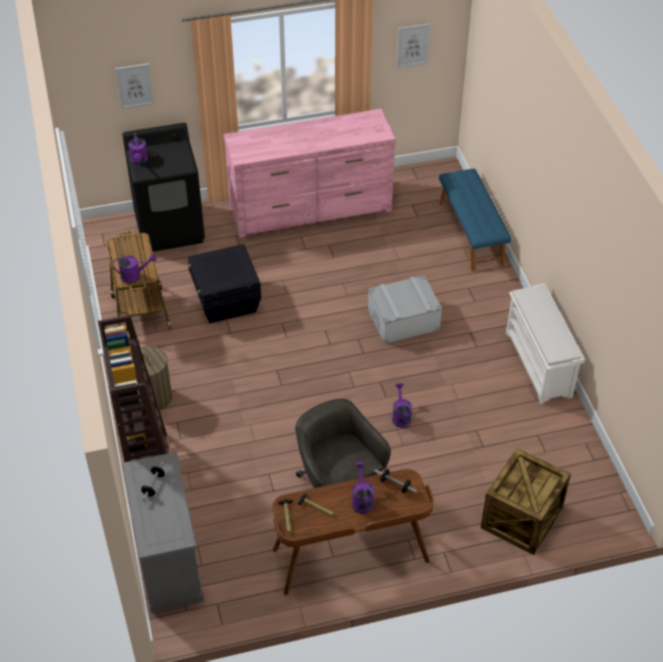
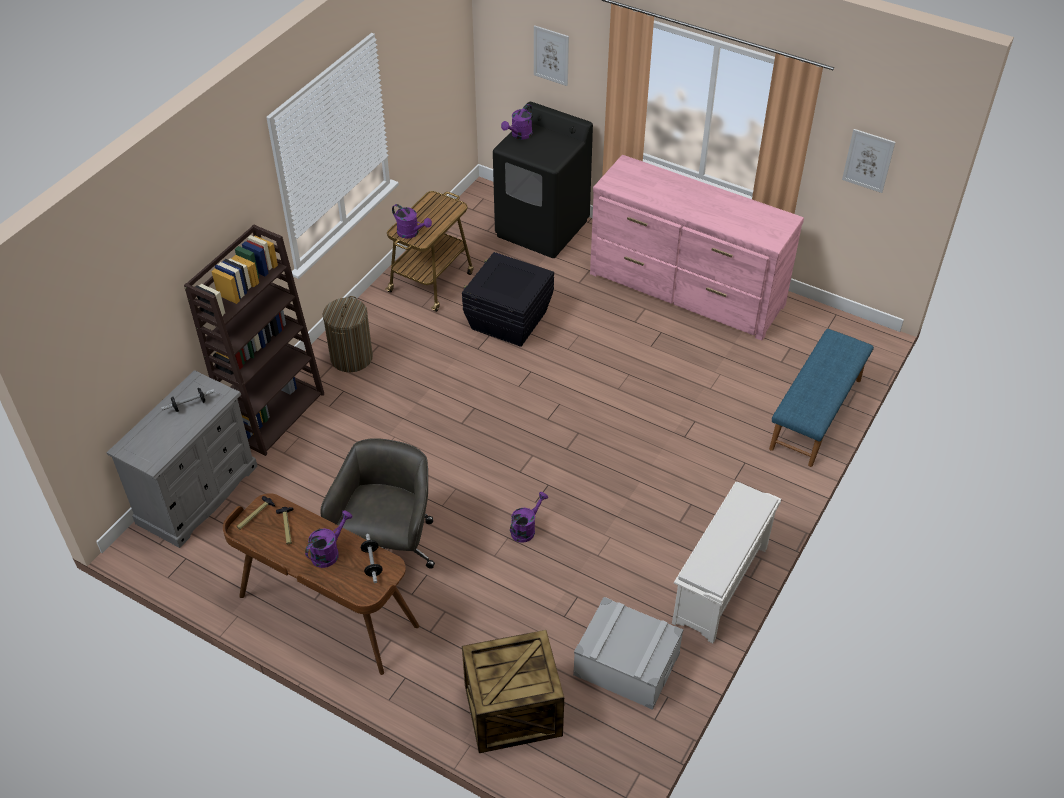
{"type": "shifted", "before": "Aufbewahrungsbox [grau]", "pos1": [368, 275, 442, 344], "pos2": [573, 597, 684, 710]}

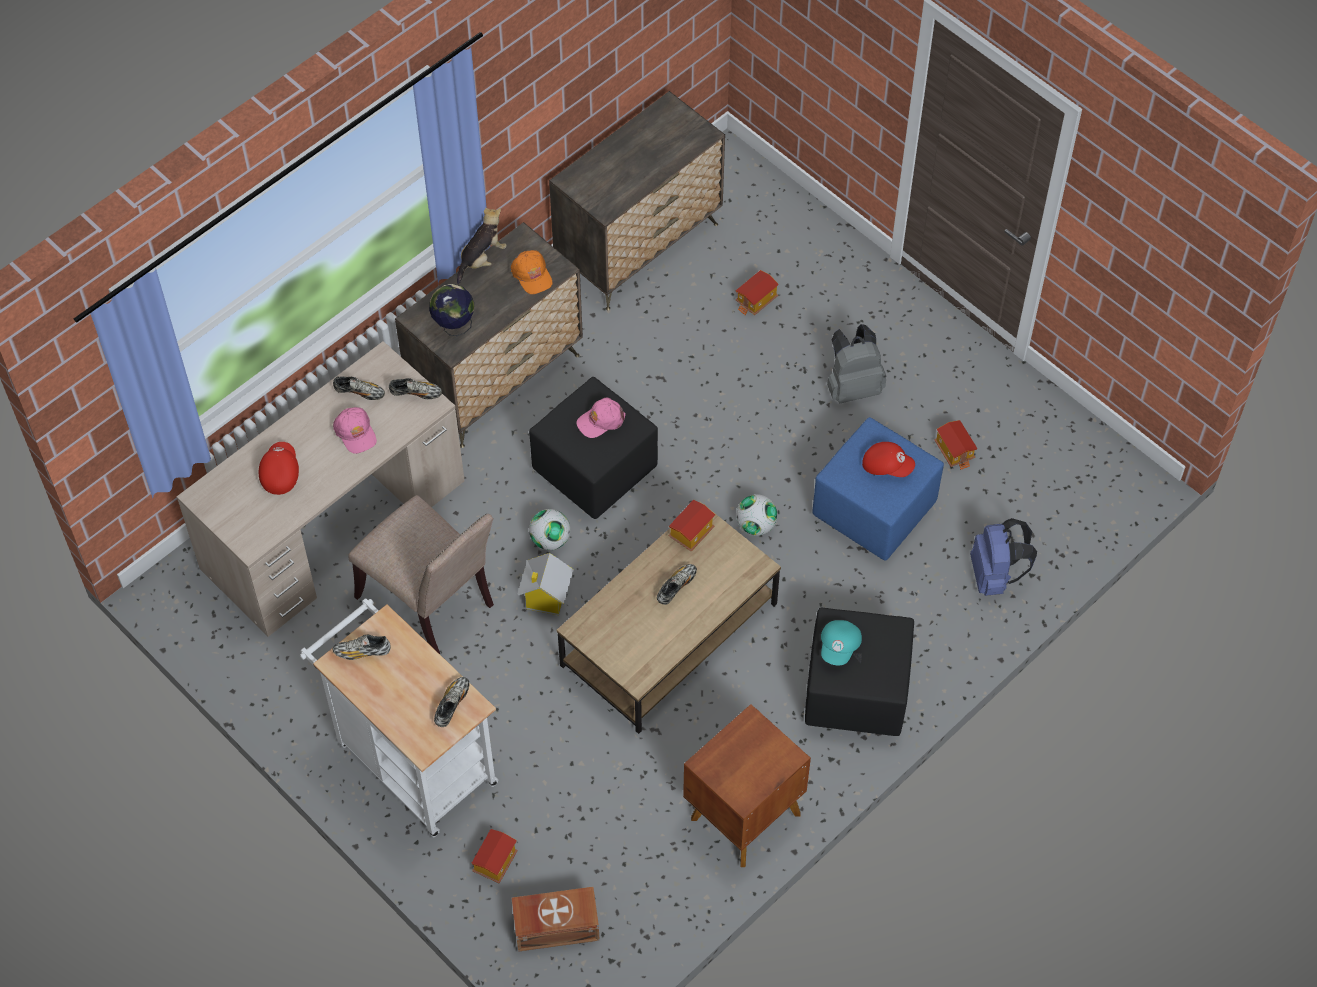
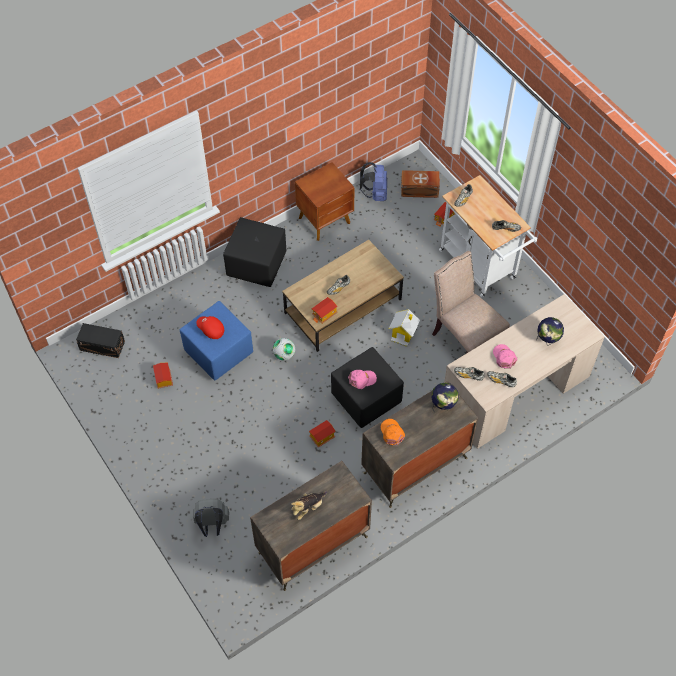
{"type": "swapped", "before": "Kappe [rot]", "after": "Globus", "pos1": [259, 442, 299, 495], "pos2": [536, 317, 564, 346]}
{"type": "shifted", "before": "Plüschtier", "pos1": [457, 208, 507, 284], "pos2": [291, 491, 327, 520]}
{"type": "gone", "before": "Fußball", "pos1": [529, 509, 570, 550]}
{"type": "shifted", "before": "Spielzeughaus", "pos1": [735, 270, 779, 315], "pos2": [309, 420, 335, 448]}
{"type": "gone", "before": "Kappe [türkis]", "pos1": [821, 620, 862, 665]}
{"type": "shifted", "before": "Rucksack [grau]", "pos1": [827, 324, 886, 403], "pos2": [193, 499, 229, 537]}
{"type": "shifted", "before": "Rucksack [blau]", "pos1": [970, 518, 1037, 596], "pos2": [360, 162, 387, 201]}
{"type": "new", "after": "Aufbewahrungsbox [schwarz]", "pos2": [76, 323, 125, 358]}

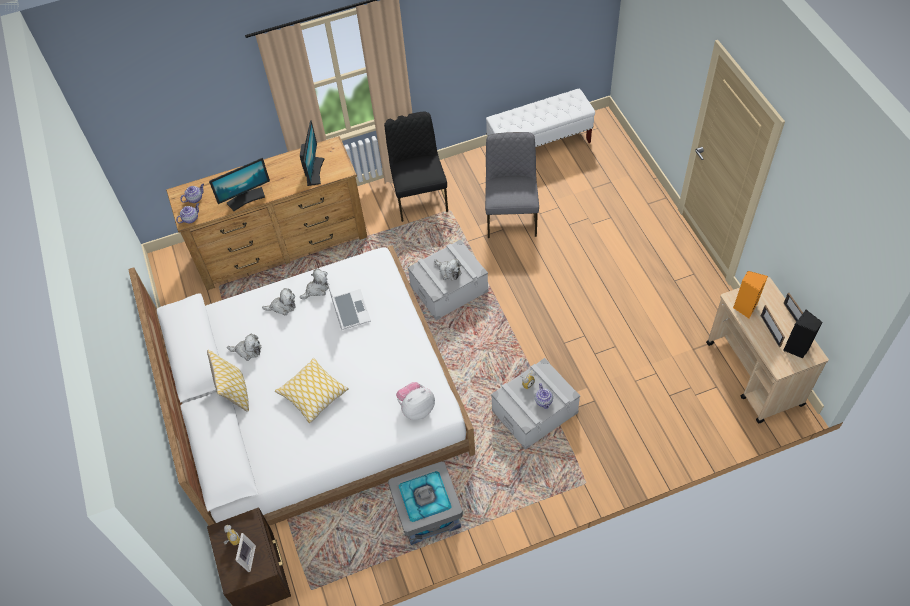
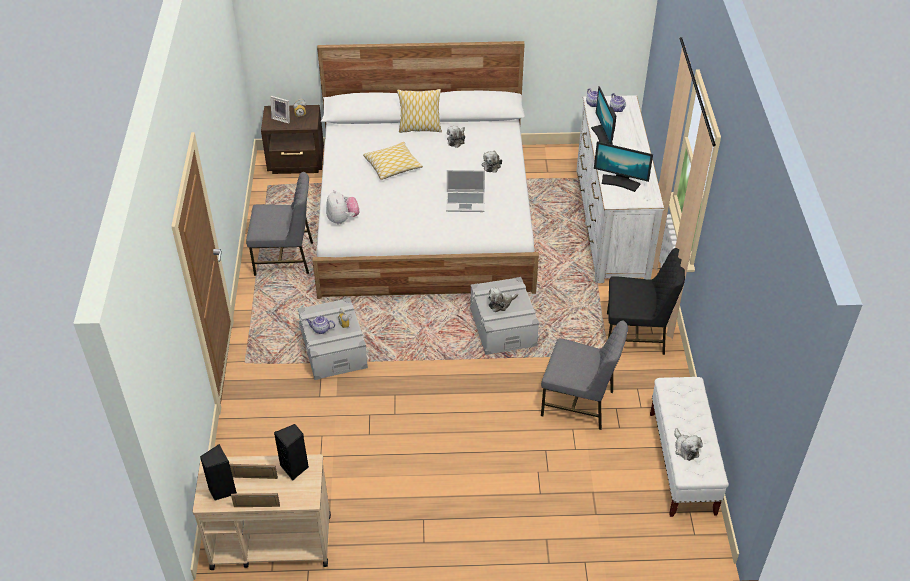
{"type": "repainted", "before": "Kommode [braun]", "after": "Kommode [weiß]", "pos1": [166, 136, 367, 290], "pos2": [576, 95, 665, 283]}
{"type": "shifted", "before": "Plüschtier", "pos1": [300, 269, 329, 299], "pos2": [674, 428, 703, 461]}
{"type": "swapped", "before": "Aufbewahrungsbox [grau]", "after": "Stuhl [grau]", "pos1": [388, 461, 463, 545], "pos2": [246, 172, 313, 276]}
{"type": "repainted", "before": "Lautsprecher [orange]", "after": "Lautsprecher [schwarz]", "pos1": [733, 271, 768, 318], "pos2": [274, 424, 309, 481]}

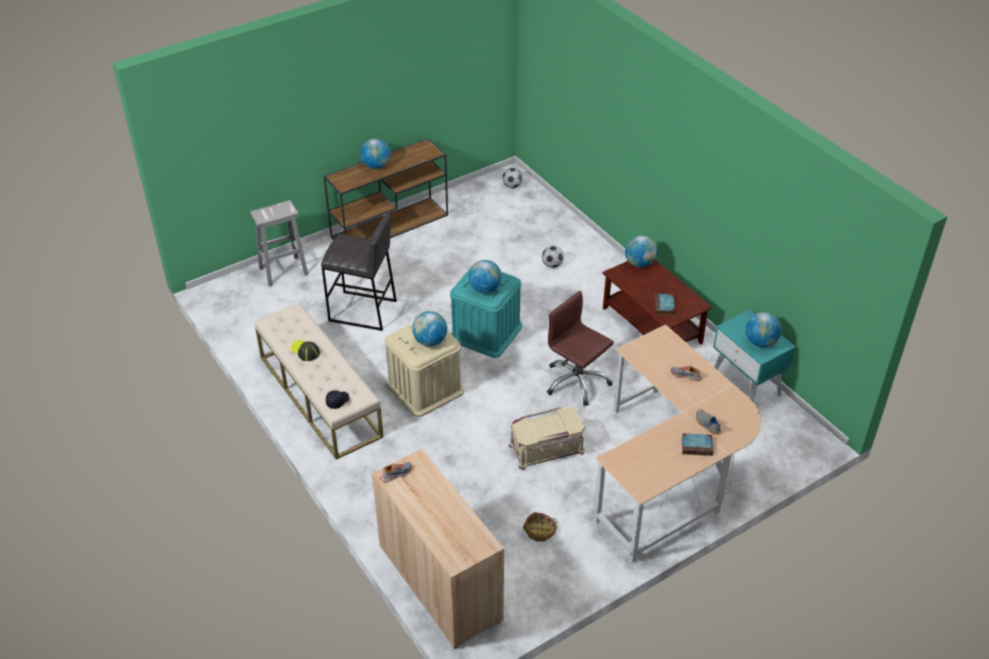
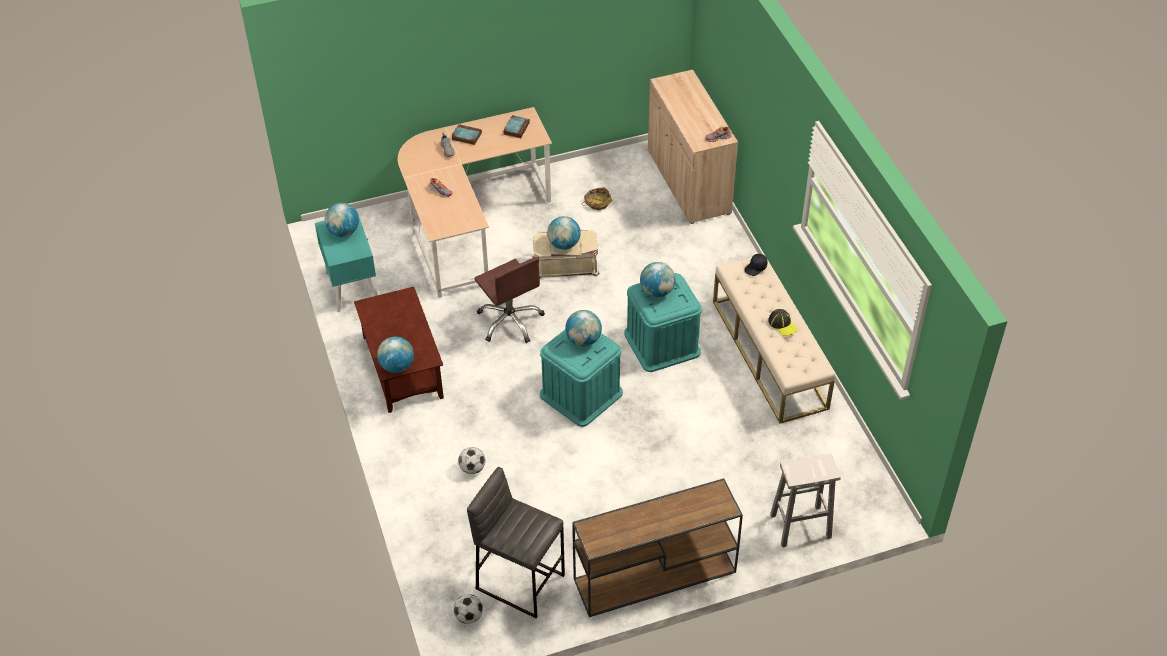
{"type": "shifted", "before": "Hocker [grau]", "pos1": [321, 214, 397, 331], "pos2": [467, 467, 565, 618]}
{"type": "shifted", "before": "Globus", "pos1": [360, 138, 391, 169], "pos2": [547, 216, 581, 250]}
{"type": "repainted", "before": "Aufbewahrungsbox [beige]", "after": "Aufbewahrungsbox [türkis]", "pos1": [385, 324, 464, 417], "pos2": [624, 273, 702, 372]}
{"type": "shifted", "before": "Buch", "pos1": [655, 294, 675, 315], "pos2": [503, 115, 530, 138]}

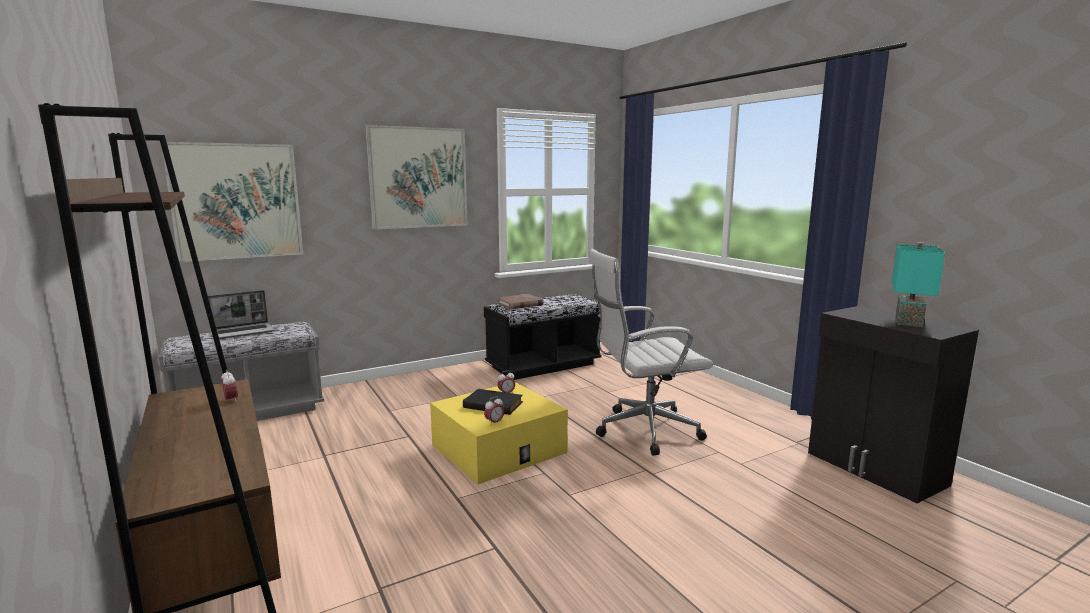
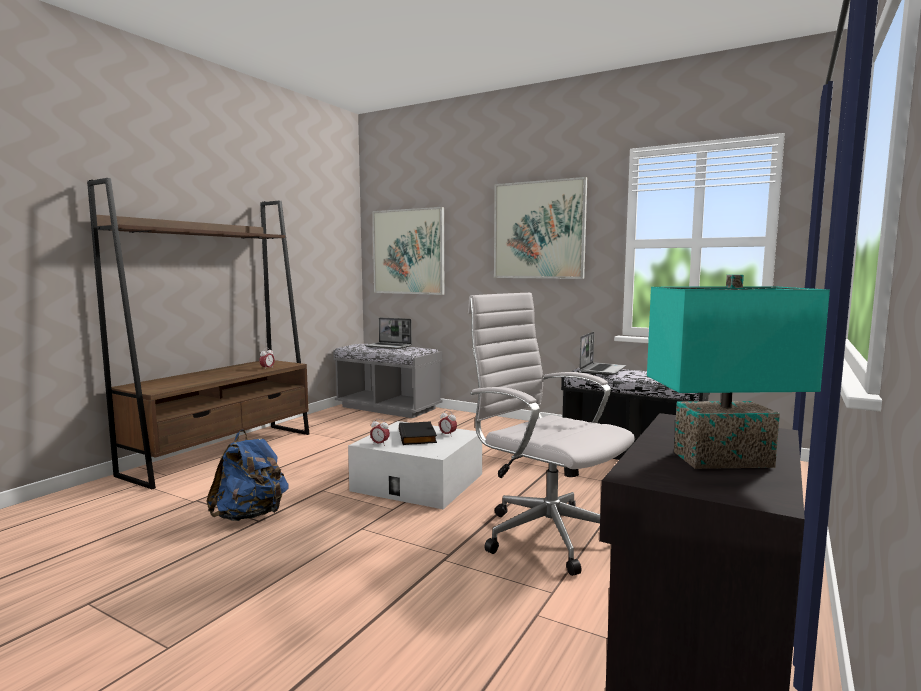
{"type": "repainted", "before": "Aufbewahrungsbox [gelb]", "after": "Aufbewahrungsbox [weiß]", "pos1": [430, 382, 568, 484], "pos2": [348, 421, 482, 509]}
{"type": "swapped", "before": "Buch [braun]", "after": "Laptop", "pos1": [497, 294, 544, 309], "pos2": [579, 331, 626, 375]}
{"type": "new", "after": "Rucksack [blau]", "pos2": [206, 430, 289, 521]}

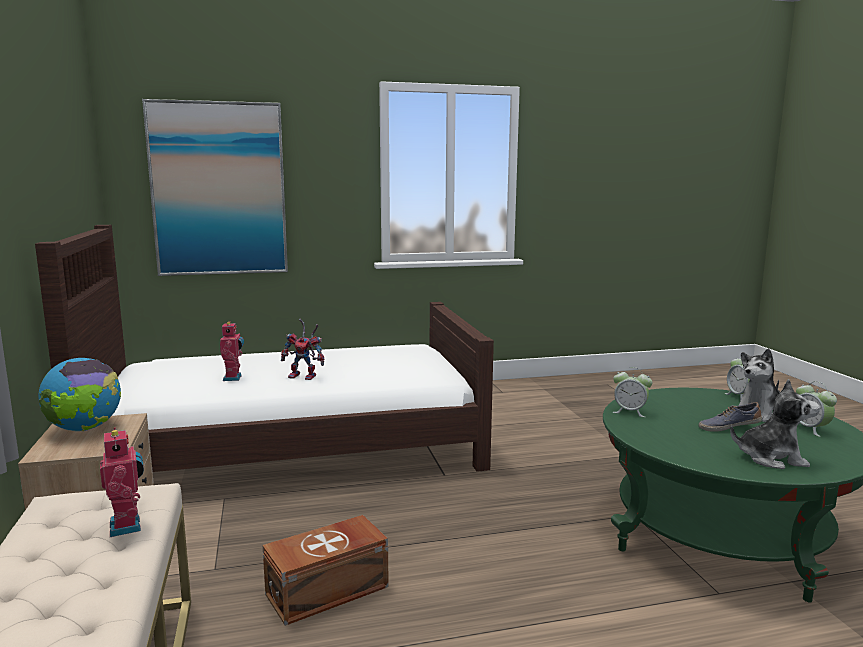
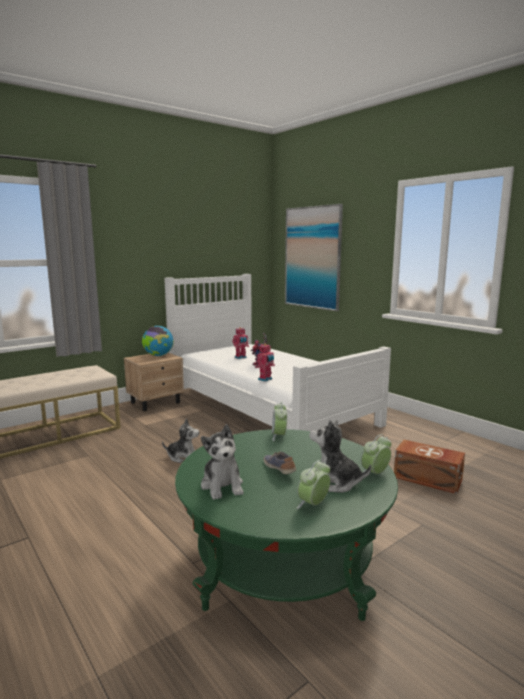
{"type": "repainted", "before": "Bett [braun]", "after": "Bett [weiß]", "pos1": [35, 225, 494, 472], "pos2": [164, 274, 391, 431]}
{"type": "shifted", "before": "Spielzeugroboter", "pos1": [100, 427, 144, 537], "pos2": [257, 344, 275, 382]}
{"type": "shifted", "before": "Aufbewahrungsbox [braun]", "pos1": [262, 515, 389, 626], "pos2": [394, 440, 465, 494]}
{"type": "new", "after": "Plüschtier", "pos2": [162, 419, 200, 463]}

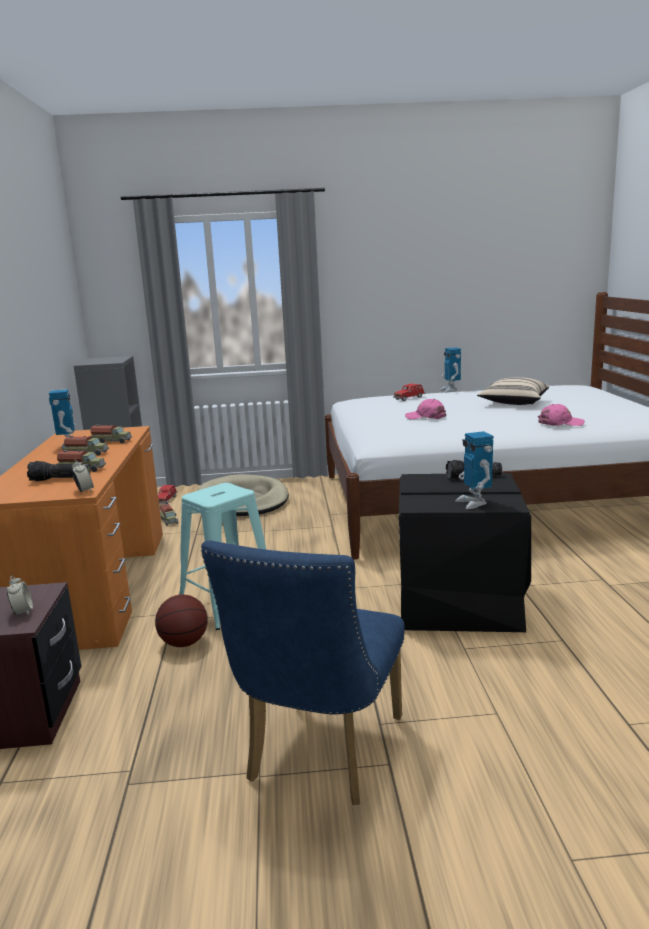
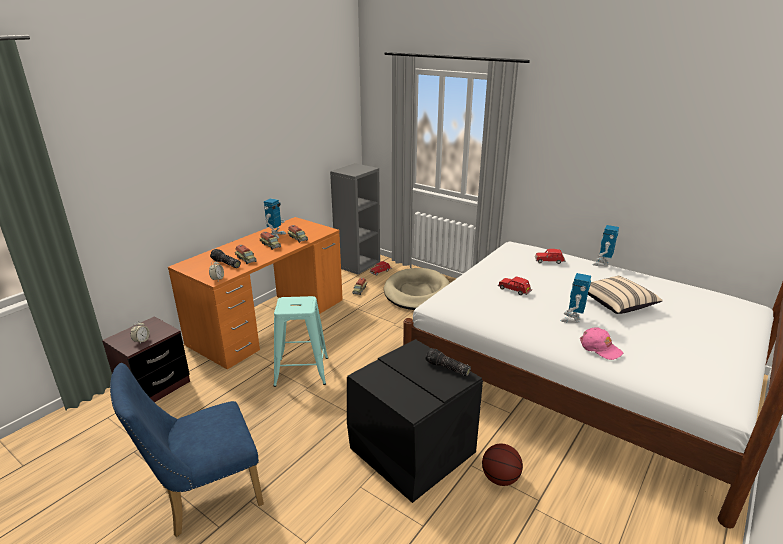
{"type": "shifted", "before": "Basketball", "pos1": [155, 595, 208, 647], "pos2": [482, 443, 523, 486]}
{"type": "swapped", "before": "Kappe [rosa]", "after": "Spielzeugauto [rot]", "pos1": [405, 399, 446, 419], "pos2": [498, 277, 532, 295]}
{"type": "shifted", "before": "Spielzeugroboter", "pos1": [456, 431, 493, 509], "pos2": [561, 273, 591, 323]}

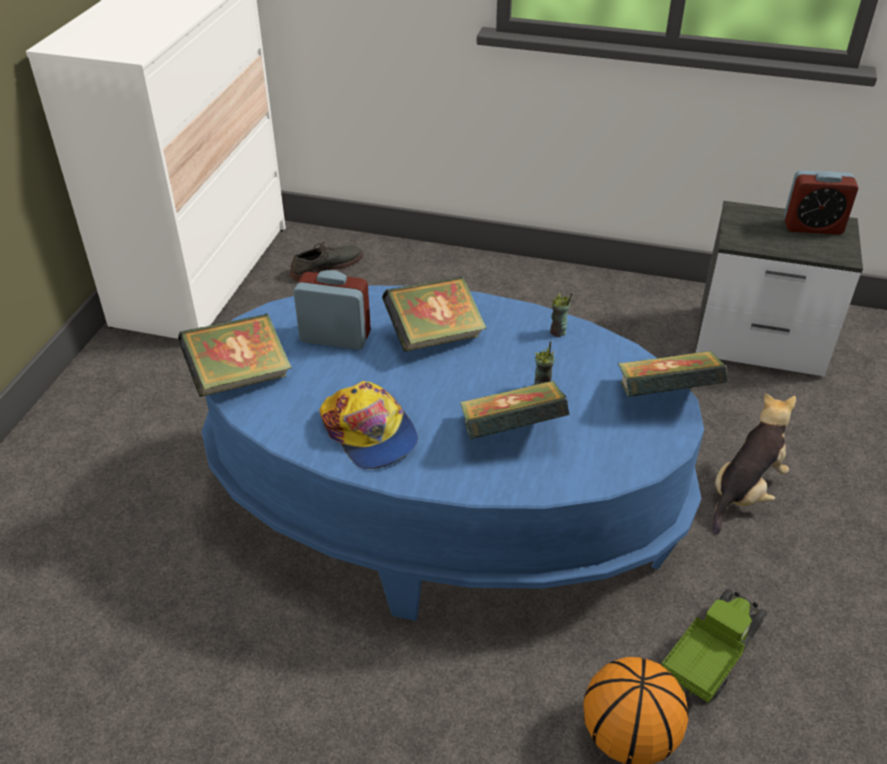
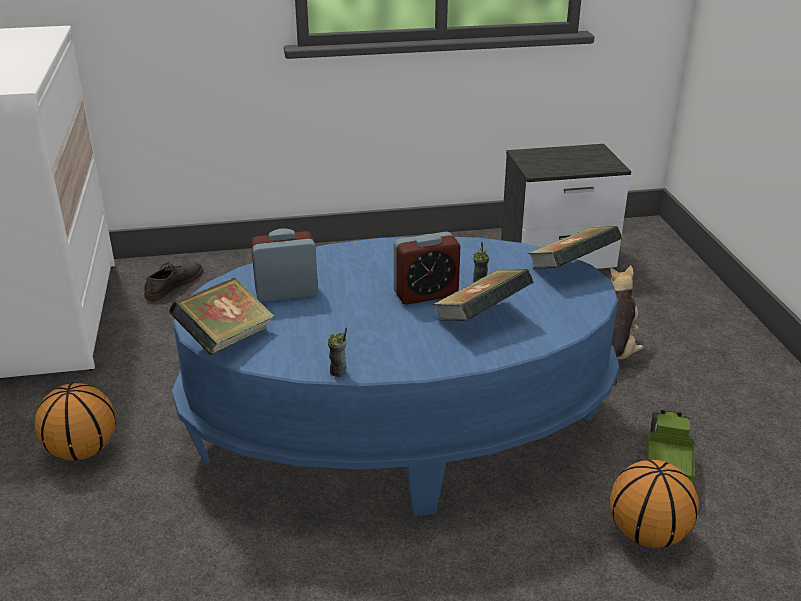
{"type": "gone", "before": "Kappe", "pos1": [319, 381, 418, 469]}
{"type": "gone", "before": "Buch", "pos1": [382, 276, 487, 352]}
{"type": "shifted", "before": "Tasse", "pos1": [550, 293, 572, 337], "pos2": [328, 327, 347, 377]}
{"type": "shifted", "before": "Wecker", "pos1": [784, 170, 859, 234], "pos2": [394, 232, 460, 305]}
{"type": "new", "after": "Basketball", "pos2": [35, 383, 116, 461]}

